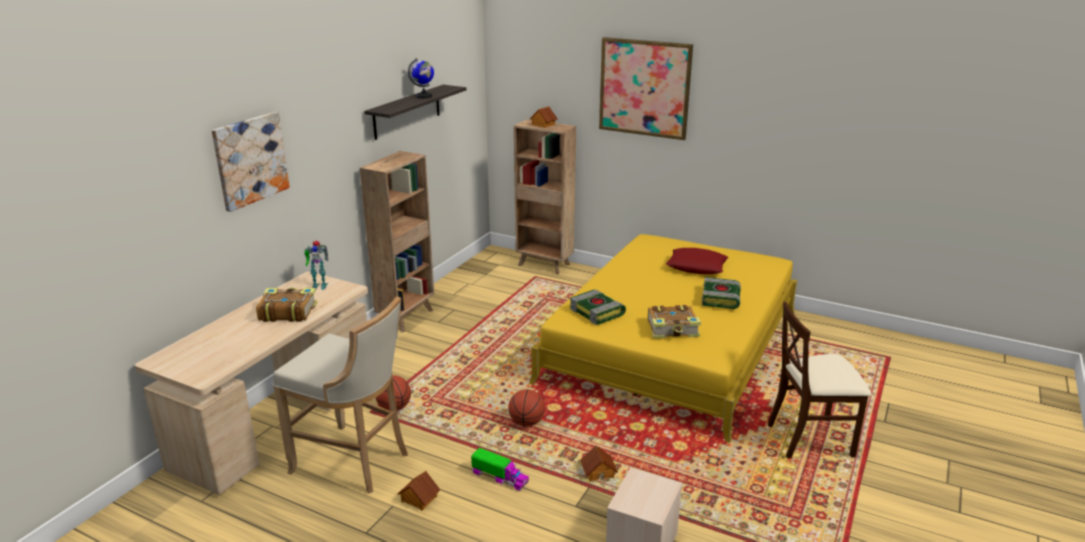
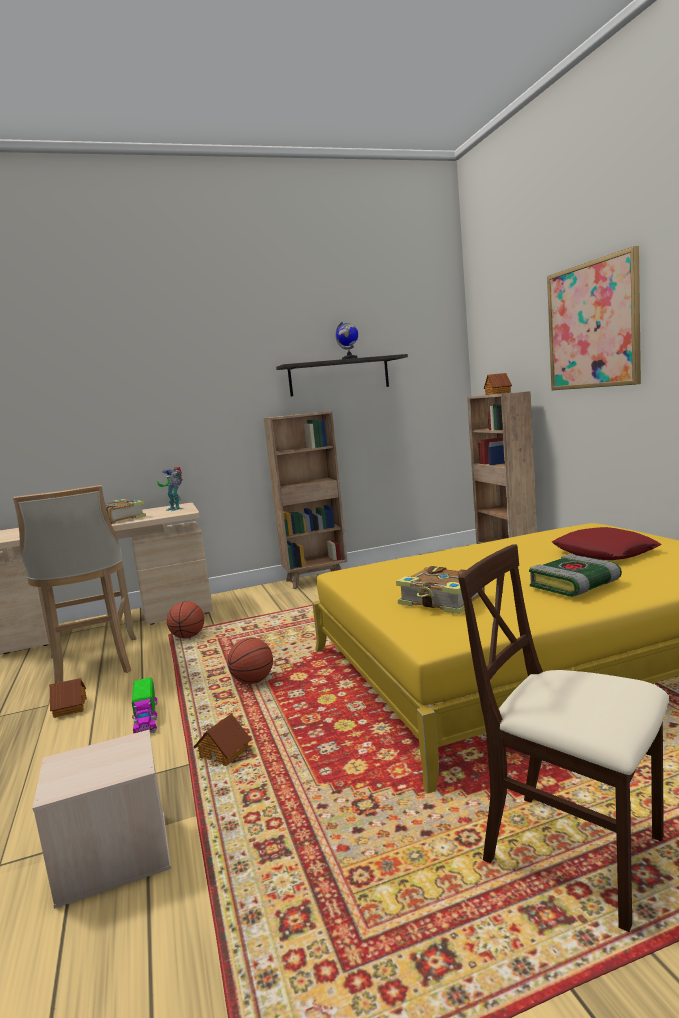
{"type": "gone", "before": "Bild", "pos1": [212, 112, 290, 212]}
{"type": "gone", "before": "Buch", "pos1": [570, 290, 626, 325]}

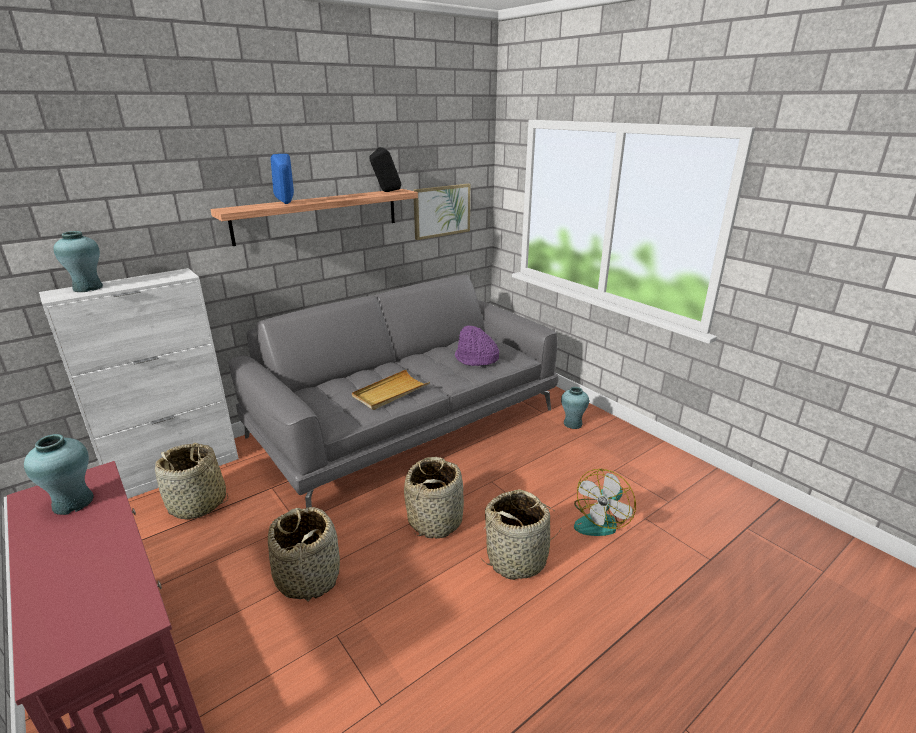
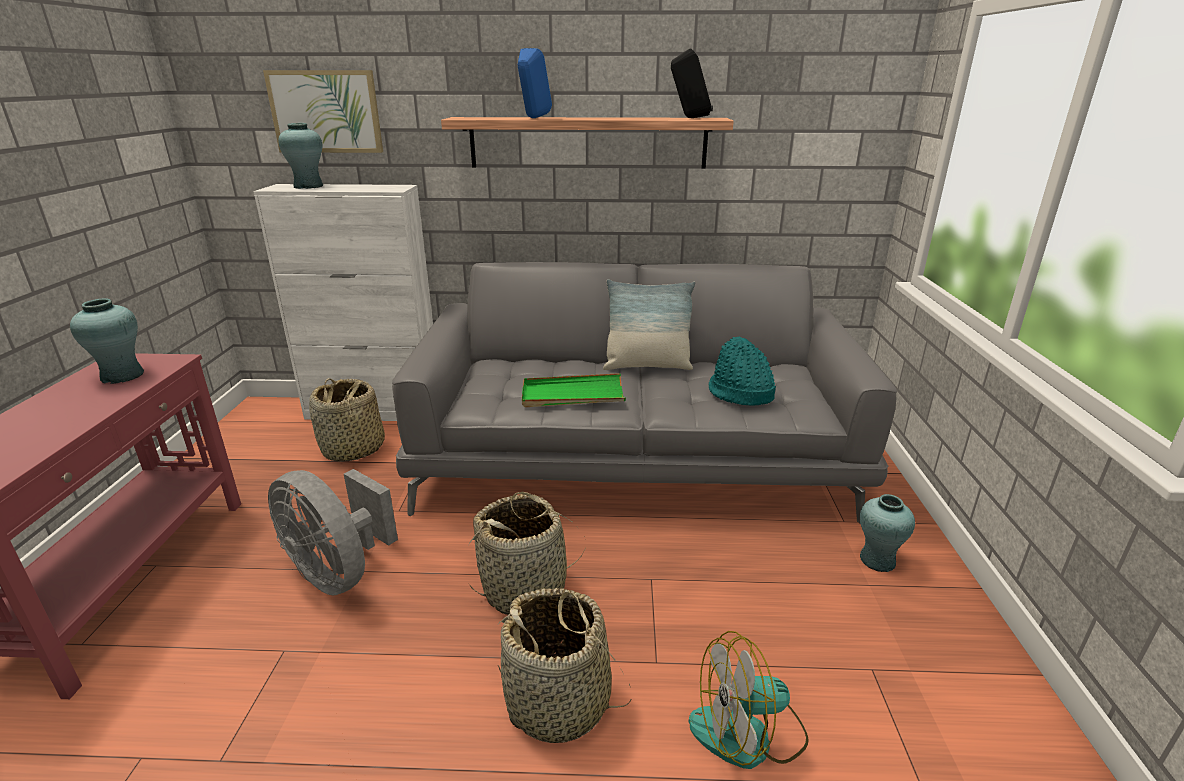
{"type": "swapped", "before": "Korb", "after": "Ventilator [grau]", "pos1": [268, 507, 340, 601], "pos2": [268, 469, 398, 596]}
{"type": "repainted", "before": "Tablett [beige]", "after": "Tablett [grün]", "pos1": [352, 370, 430, 410], "pos2": [522, 373, 626, 407]}
{"type": "shifted", "before": "Bild", "pos1": [413, 184, 470, 240], "pos2": [263, 70, 383, 153]}
{"type": "repainted", "before": "Hut [lila]", "after": "Hut [türkis]", "pos1": [455, 325, 499, 366], "pos2": [708, 337, 776, 405]}
{"type": "new", "after": "Kissen", "pos2": [603, 279, 695, 370]}

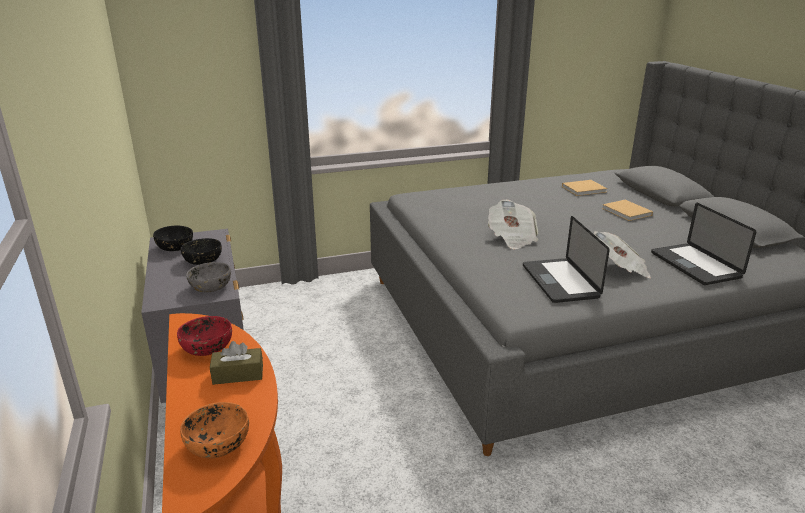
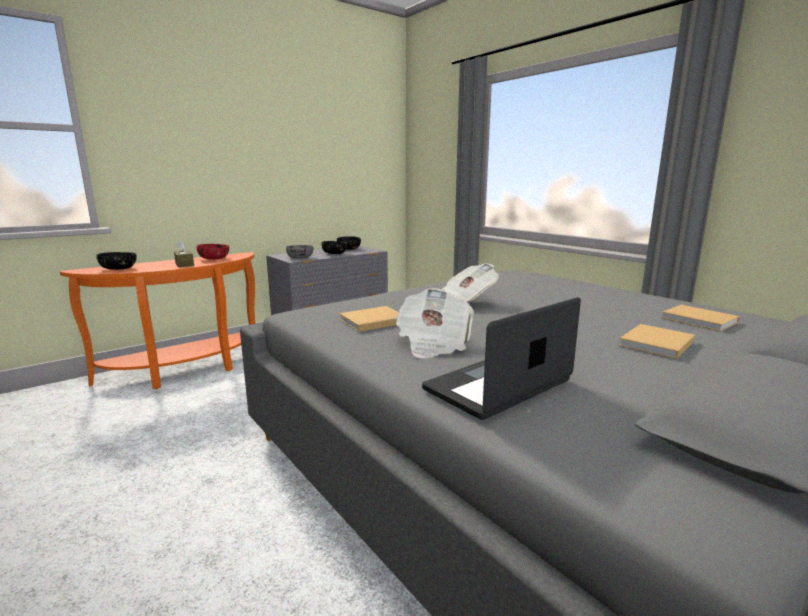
{"type": "repainted", "before": "Schüssel [orange]", "after": "Schüssel [schwarz]", "pos1": [180, 402, 249, 458], "pos2": [96, 252, 137, 270]}
{"type": "swapped", "before": "Laptop", "after": "Buch [beige]", "pos1": [523, 216, 610, 303], "pos2": [339, 306, 399, 332]}

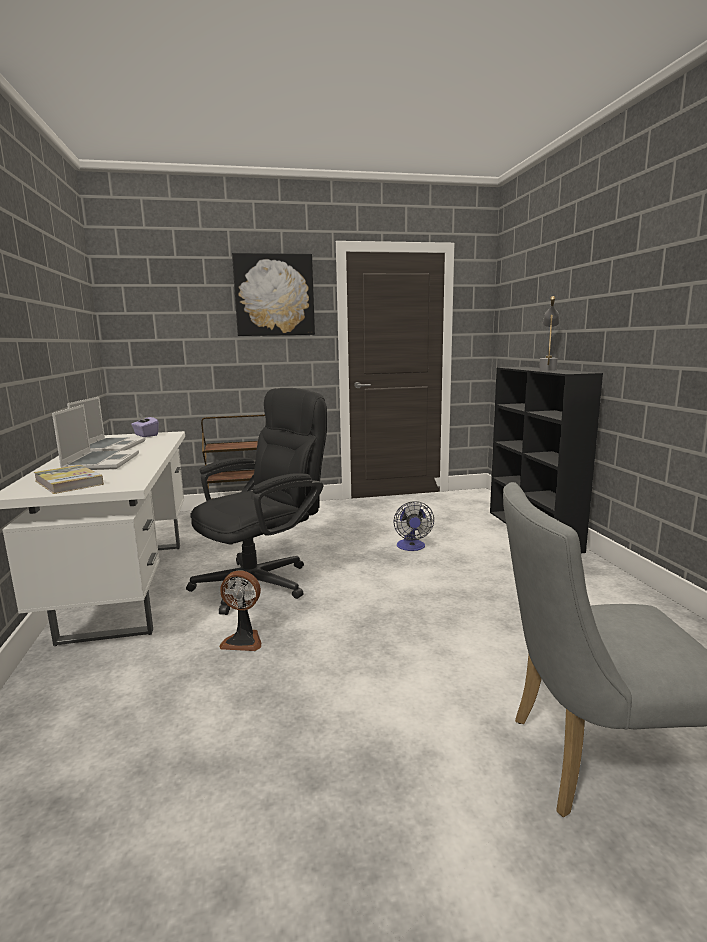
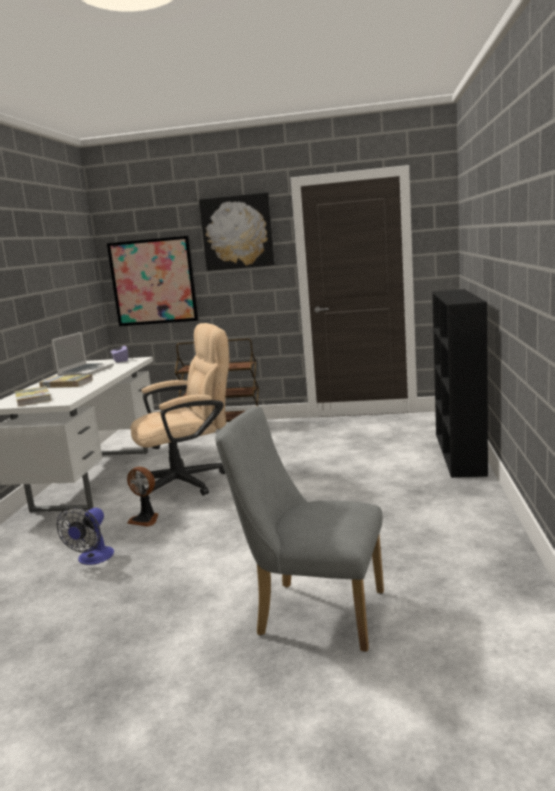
{"type": "swapped", "before": "Laptop", "after": "Buch", "pos1": [52, 404, 139, 470], "pos2": [39, 375, 93, 388]}
{"type": "repainted", "before": "Bürostuhl [schwarz]", "after": "Bürostuhl [beige]", "pos1": [186, 388, 327, 615], "pos2": [130, 323, 229, 501]}
{"type": "shifted", "before": "Ventilator", "pos1": [394, 501, 434, 551], "pos2": [57, 507, 114, 565]}
{"type": "gone", "before": "Tischlampe [grau]", "pos1": [539, 296, 559, 371]}
{"type": "new", "after": "Bild", "pos2": [107, 236, 199, 326]}

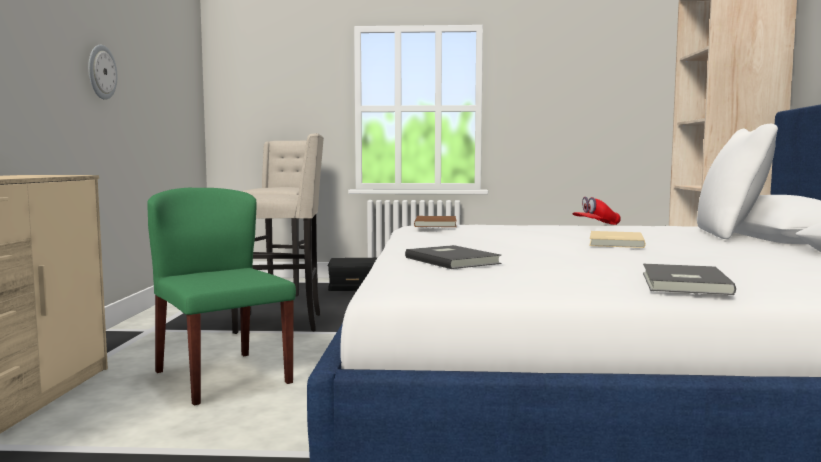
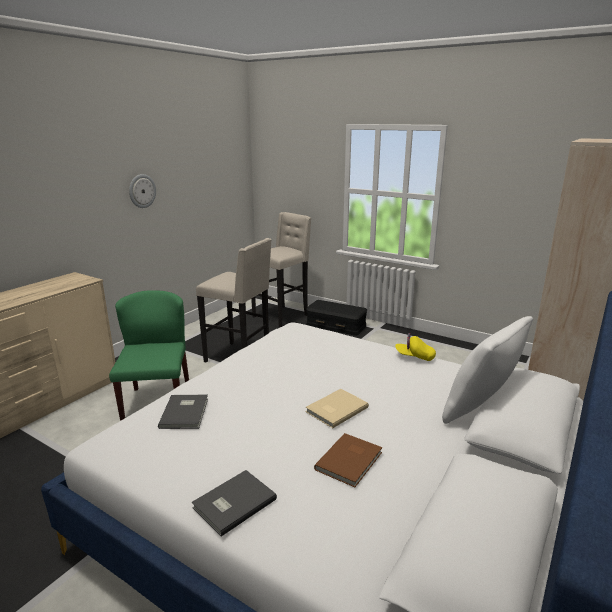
{"type": "shifted", "before": "Buch [braun]", "pos1": [414, 216, 457, 227], "pos2": [314, 433, 382, 487]}
{"type": "repainted", "before": "Kappe [rot]", "after": "Kappe [gelb]", "pos1": [572, 197, 621, 225], "pos2": [395, 333, 436, 361]}

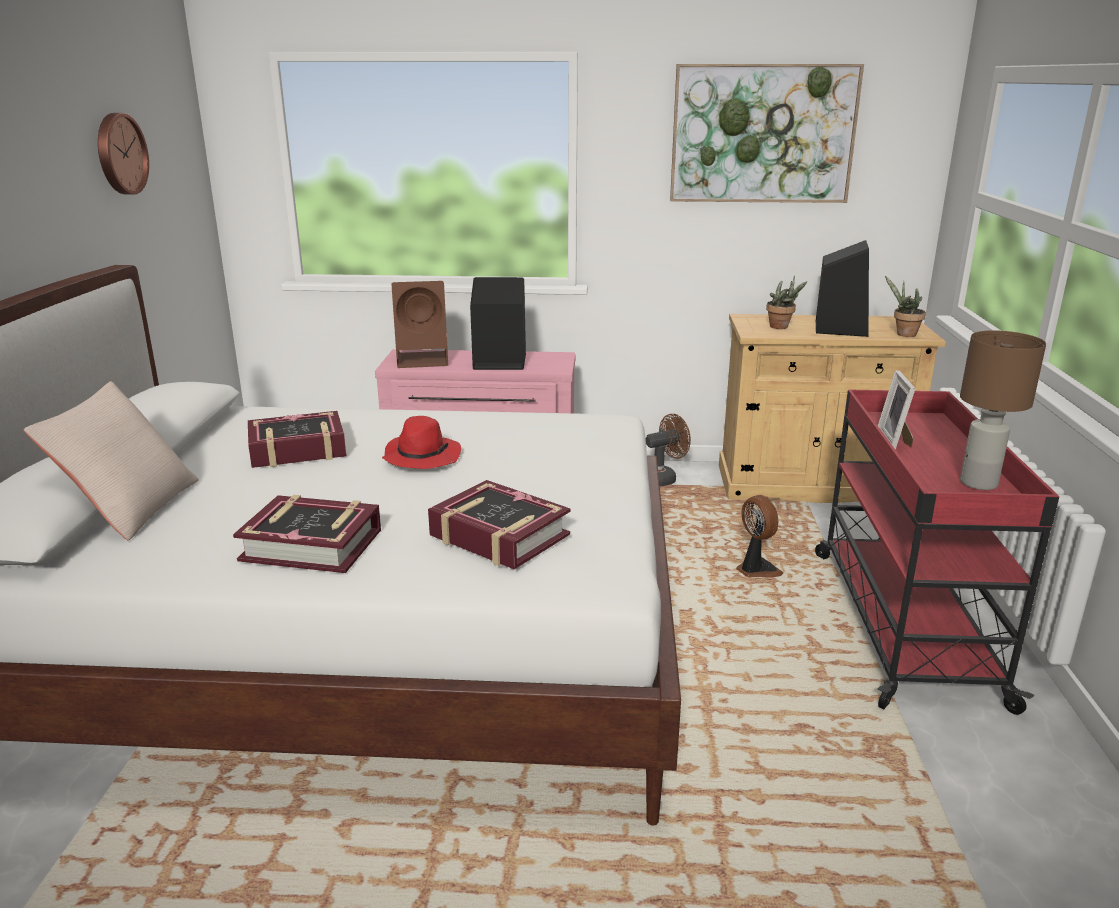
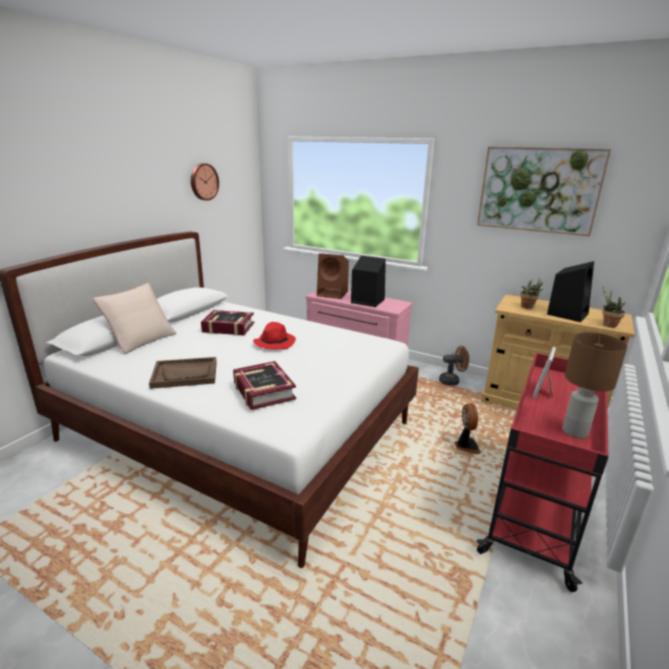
{"type": "swapped", "before": "Buch", "after": "Tablett [braun]", "pos1": [233, 495, 381, 573], "pos2": [149, 357, 217, 389]}

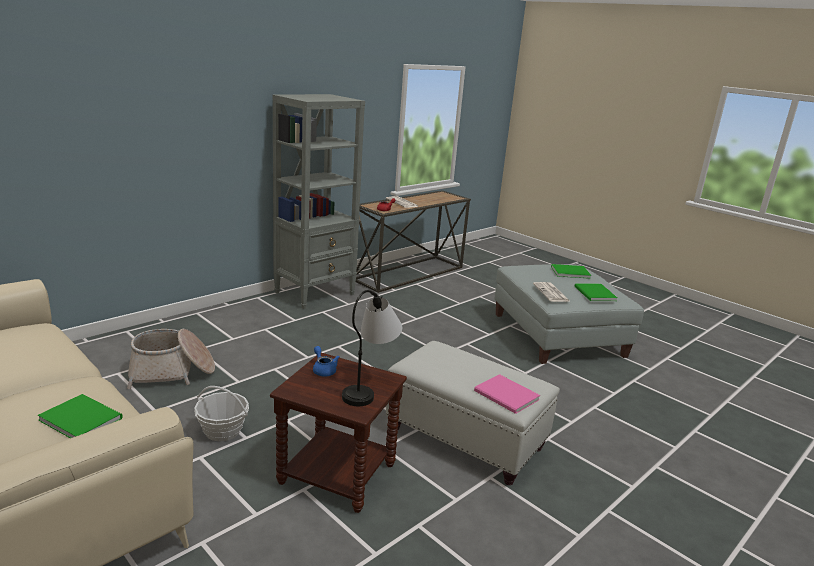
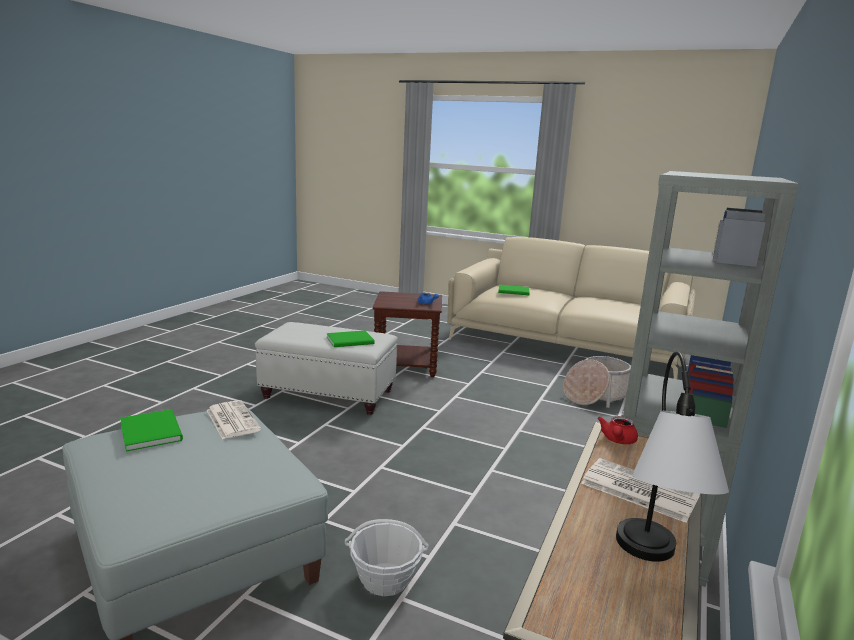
{"type": "shifted", "before": "Korb", "pos1": [194, 386, 249, 441], "pos2": [345, 519, 429, 596]}
{"type": "shifted", "before": "Tischlampe", "pos1": [342, 290, 402, 406], "pos2": [616, 351, 729, 562]}
{"type": "gone", "before": "Buch [rosa]", "pos1": [474, 374, 540, 414]}
{"type": "shifted", "before": "Buch [grün]", "pos1": [551, 264, 591, 279], "pos2": [327, 330, 375, 347]}

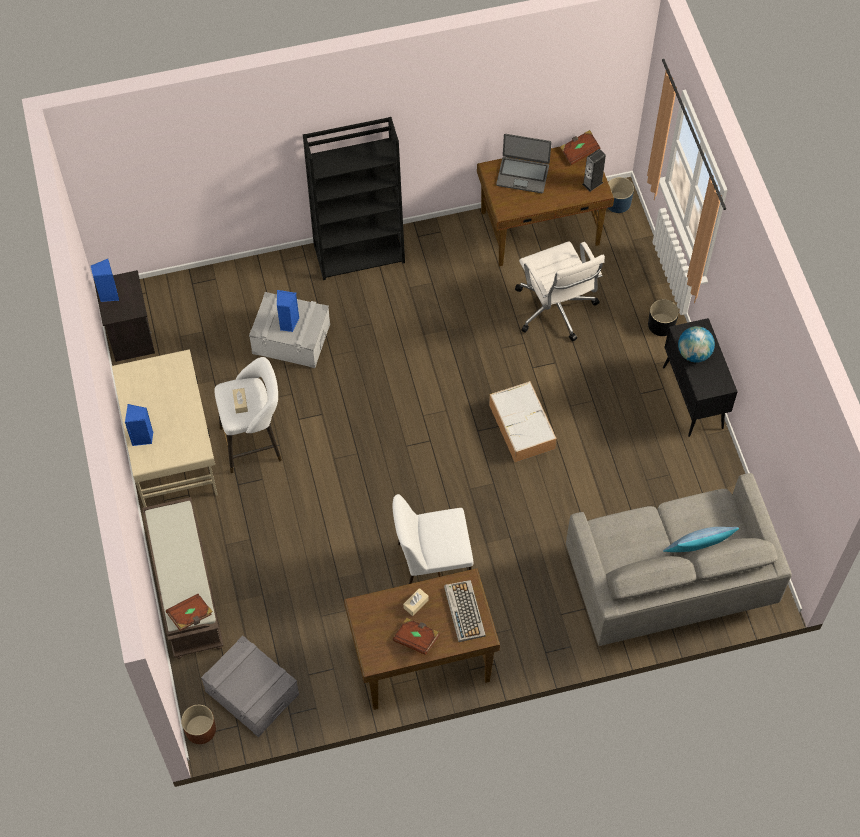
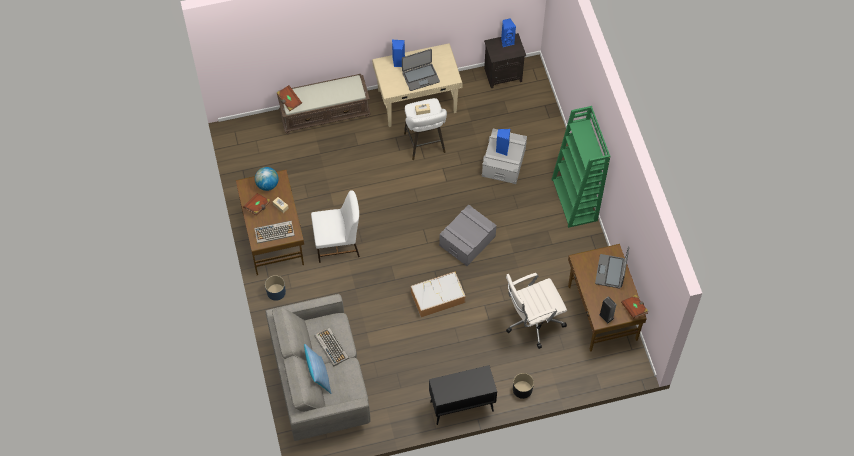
{"type": "gone", "before": "Pflanzkübel [braun]", "pos1": [181, 705, 216, 744]}
{"type": "shifted", "before": "Aufbewahrungsbox [grau]", "pos1": [201, 635, 299, 737], "pos2": [439, 204, 497, 266]}
{"type": "repainted", "before": "Bücherregal [schwarz]", "after": "Bücherregal [grün]", "pos1": [303, 117, 405, 280], "pos2": [551, 106, 610, 228]}
{"type": "rotated", "before": "Stuhl [weiß]", "pos1": [393, 494, 473, 584], "pos2": [311, 190, 360, 263], "turn": 90}
{"type": "shifted", "before": "Pflanzkübel [blau]", "pos1": [608, 177, 634, 213], "pos2": [265, 275, 286, 301]}
{"type": "shifted", "before": "Globus", "pos1": [678, 326, 715, 363], "pos2": [255, 167, 279, 191]}
{"type": "new", "after": "Tastatur", "pos2": [315, 328, 349, 366]}
{"type": "new", "after": "Laptop", "pos2": [402, 49, 440, 91]}

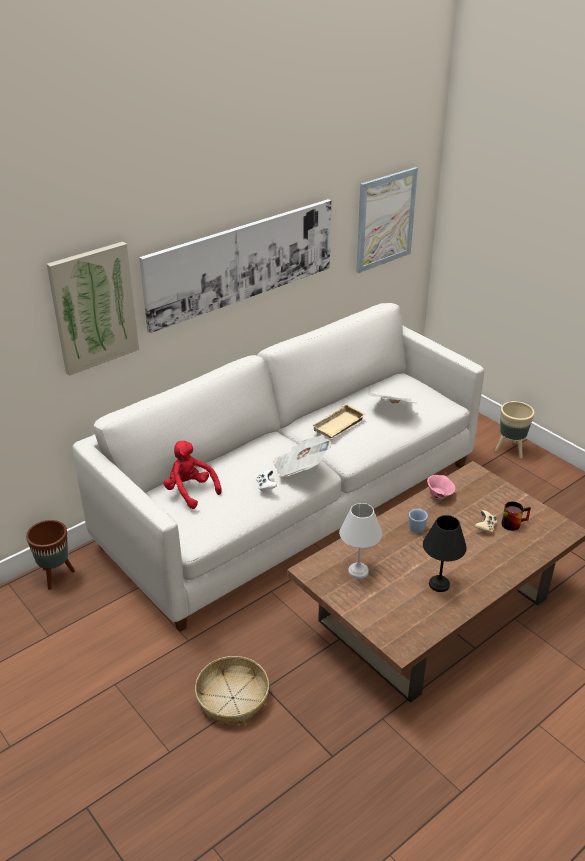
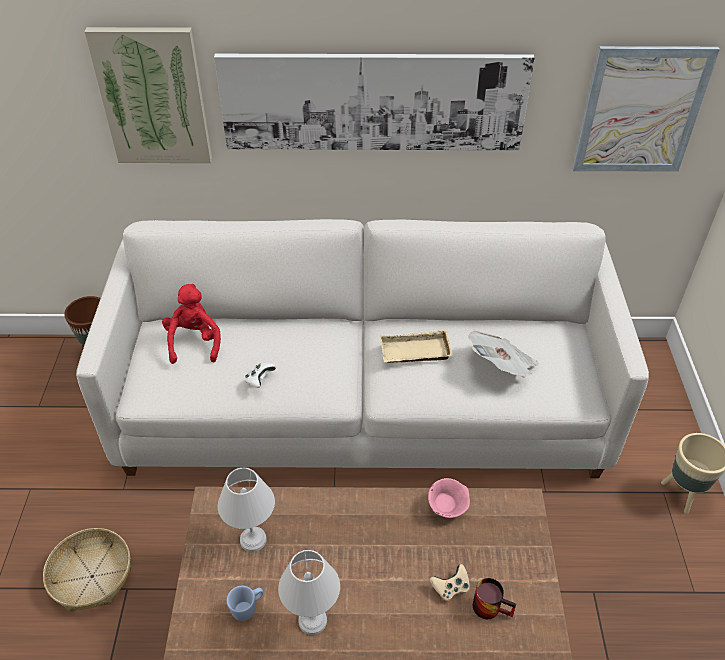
{"type": "gone", "before": "Zeitung", "pos1": [273, 435, 331, 478]}
{"type": "shifted", "before": "Henkelbecher [blau]", "pos1": [409, 509, 428, 533], "pos2": [227, 586, 263, 621]}
{"type": "repainted", "before": "Tischlampe [schwarz]", "after": "Tischlampe [weiß]", "pos1": [423, 515, 467, 592], "pos2": [278, 550, 340, 635]}

